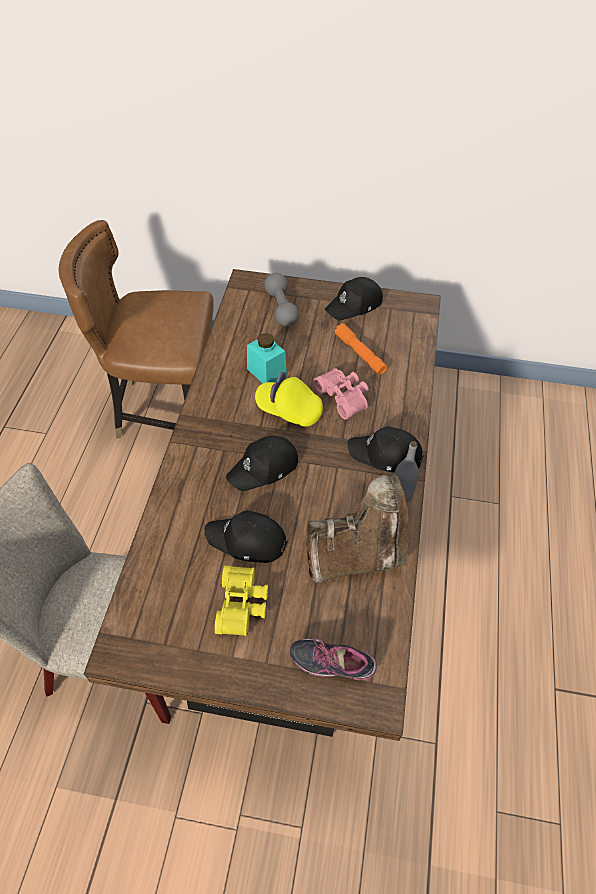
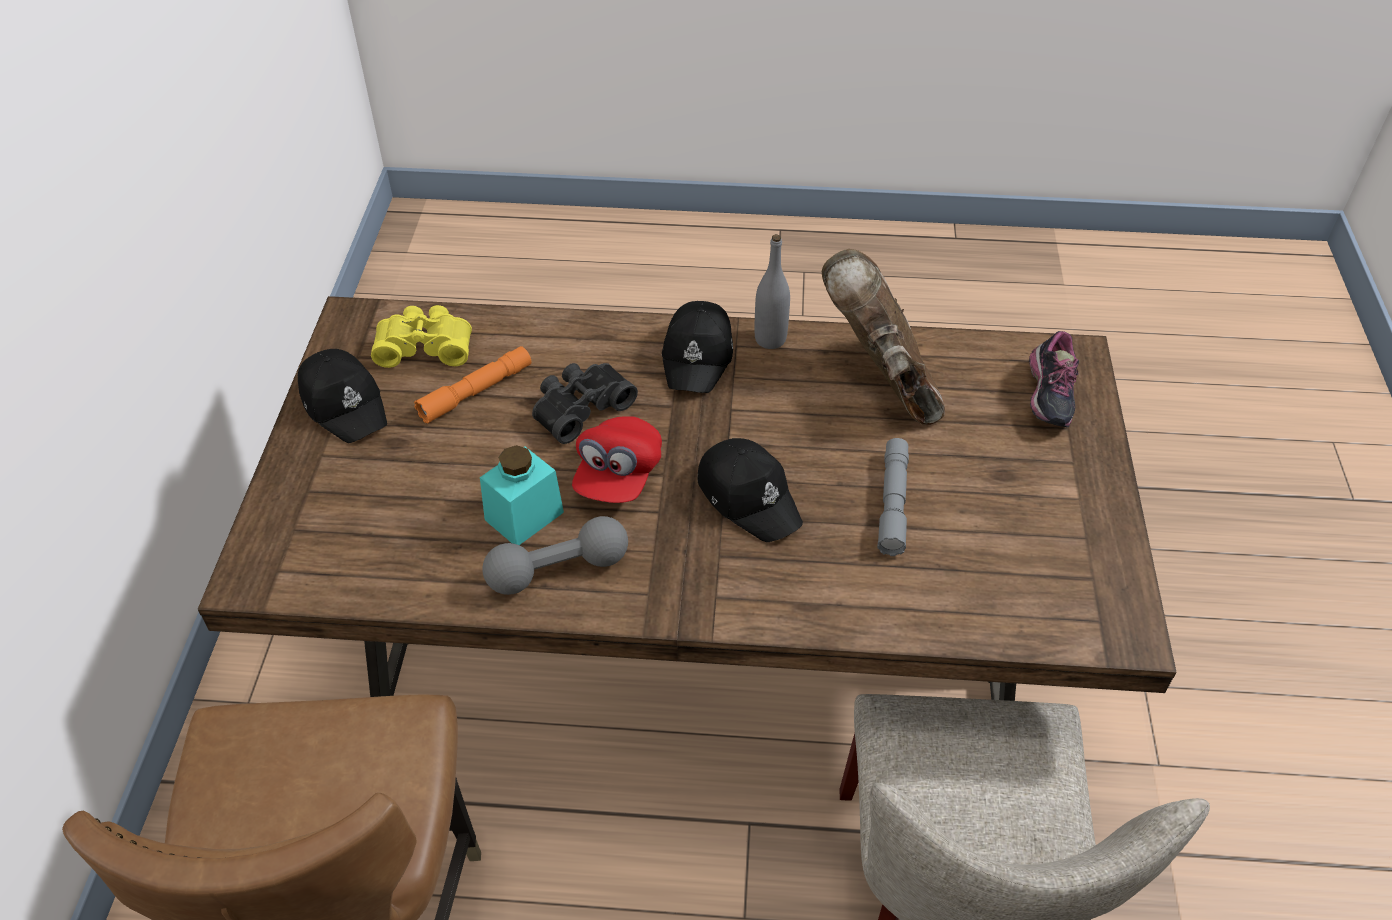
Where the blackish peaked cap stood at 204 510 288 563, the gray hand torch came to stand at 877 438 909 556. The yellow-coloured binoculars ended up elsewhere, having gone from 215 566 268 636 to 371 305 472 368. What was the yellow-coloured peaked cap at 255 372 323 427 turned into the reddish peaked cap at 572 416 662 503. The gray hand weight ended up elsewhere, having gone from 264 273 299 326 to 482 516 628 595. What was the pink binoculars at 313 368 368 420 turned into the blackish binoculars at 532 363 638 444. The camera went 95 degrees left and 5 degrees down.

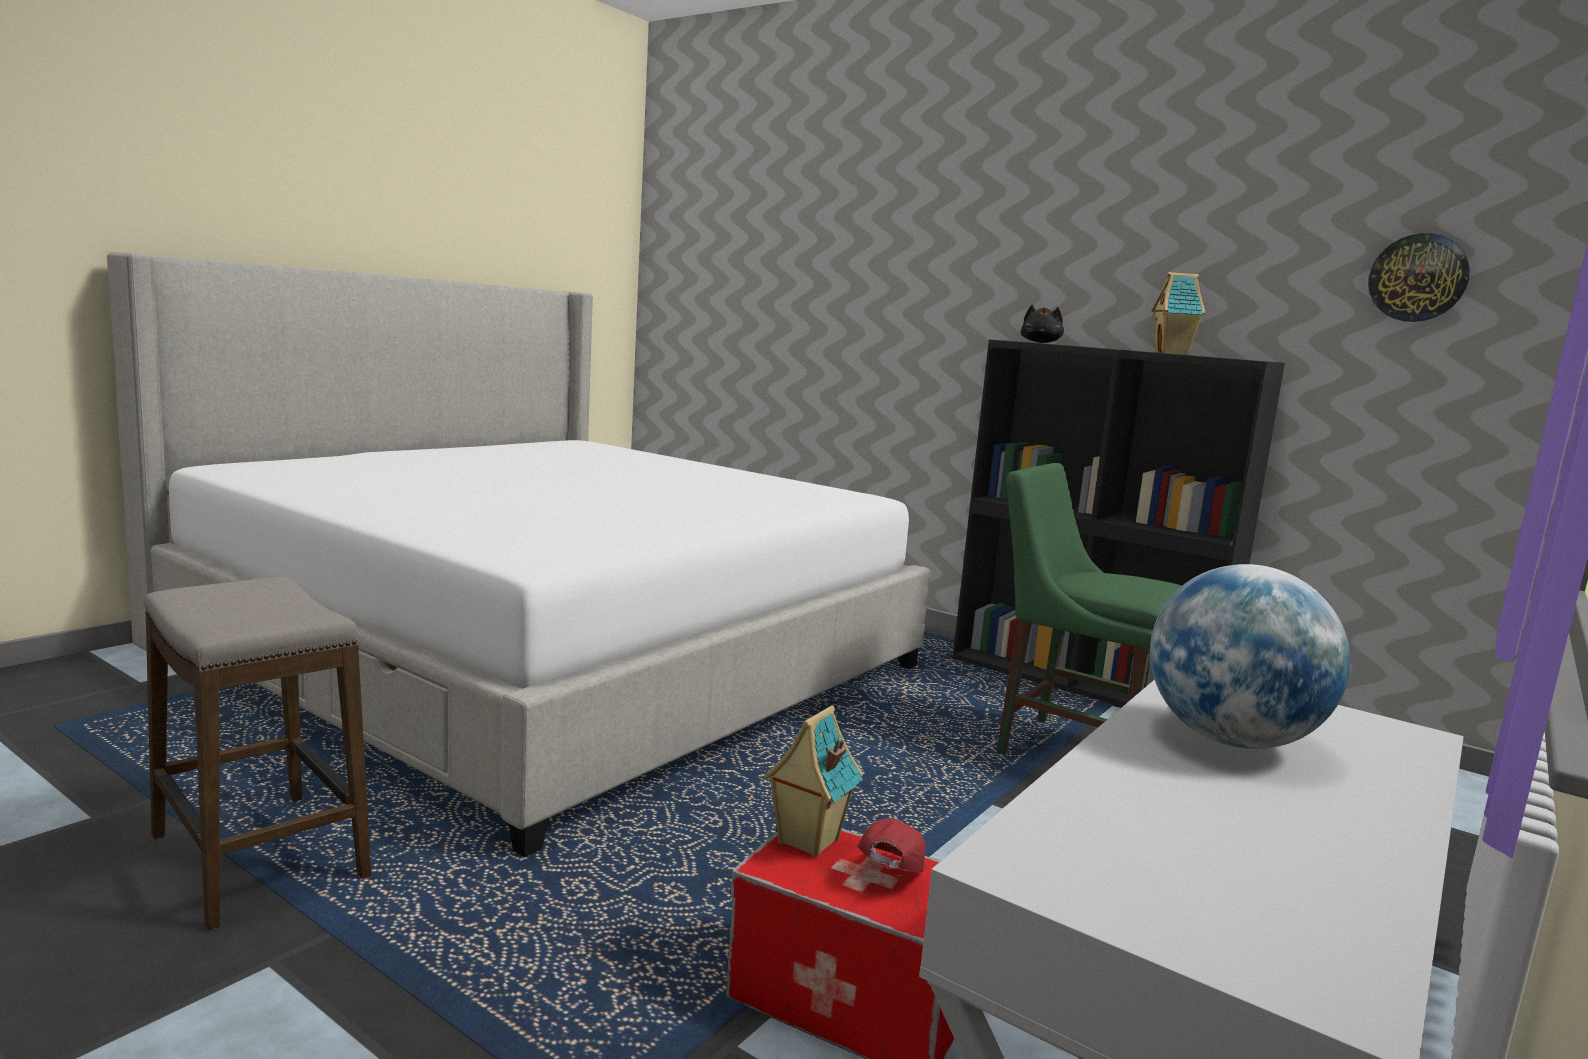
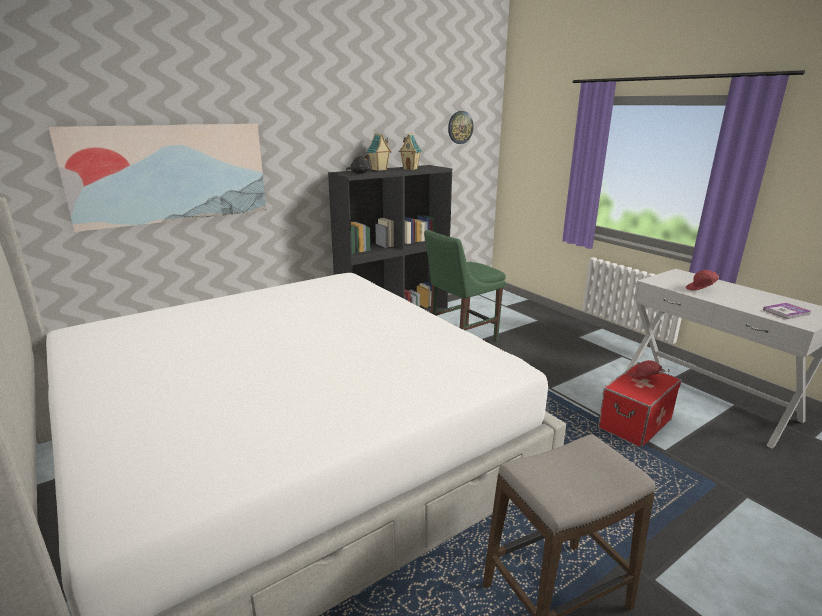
The toy house ended up elsewhere, having gone from 764 705 863 858 to 366 133 392 171. Where the globe stood at 1150 564 1350 749, the reddish peaked cap came to stand at 685 270 721 291. The second view gained the wall picture at 48 124 267 232. The second view gained the volume at 763 303 811 319. The camera went 70 degrees left and 10 degrees up.

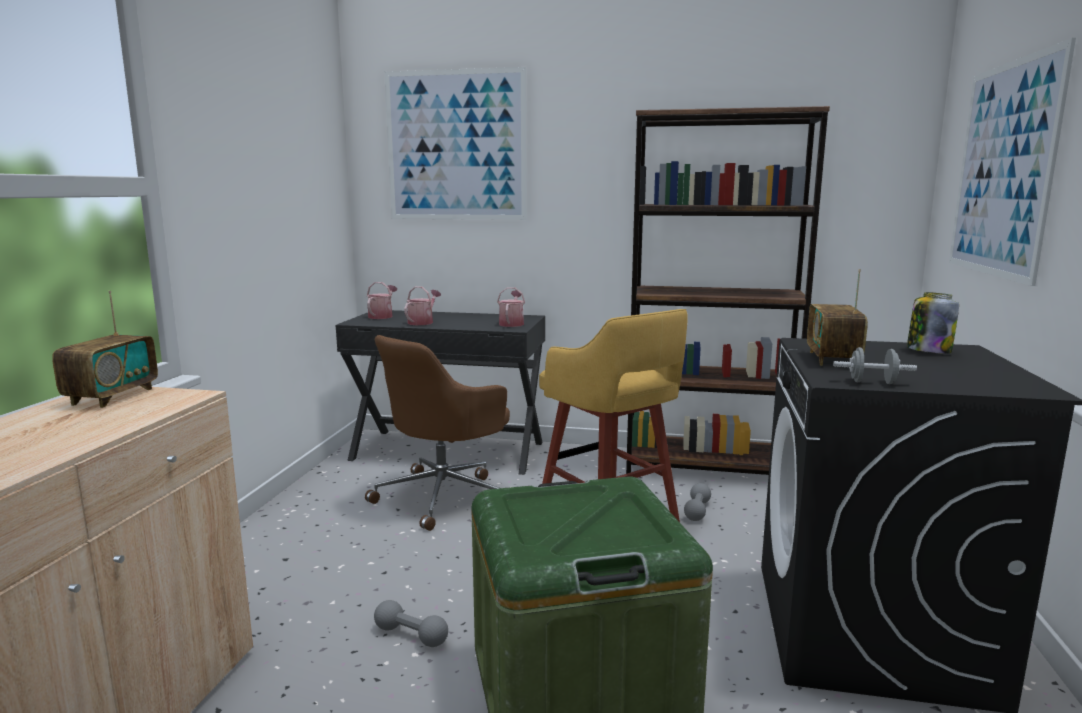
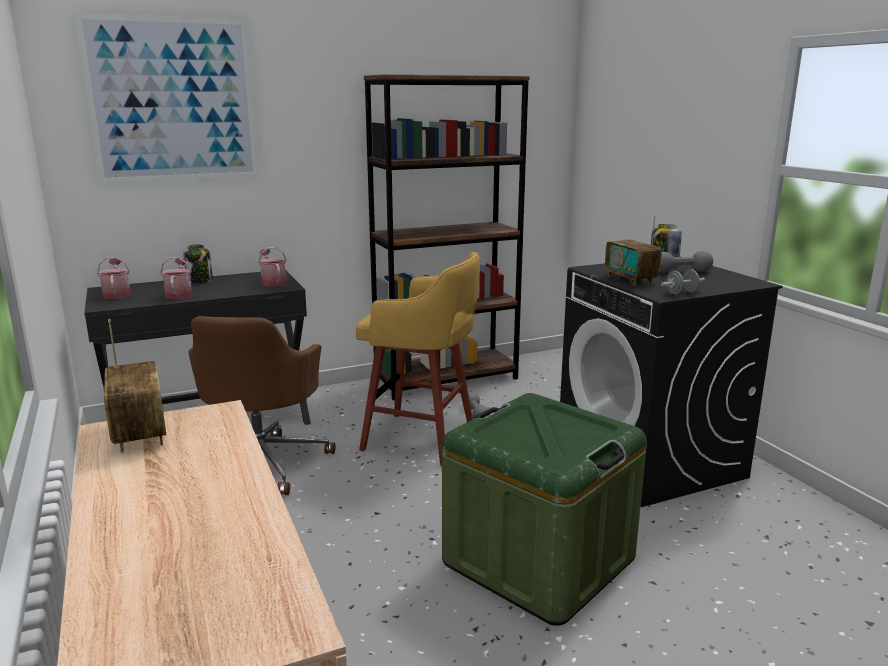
The gray hand weight ended up elsewhere, having gone from 374 600 448 647 to 660 251 713 273. The second view lost the wall picture at 949 38 1076 286. The second view gained the preserve jar at 183 244 213 284. The camera went 35 degrees left and 5 degrees up.

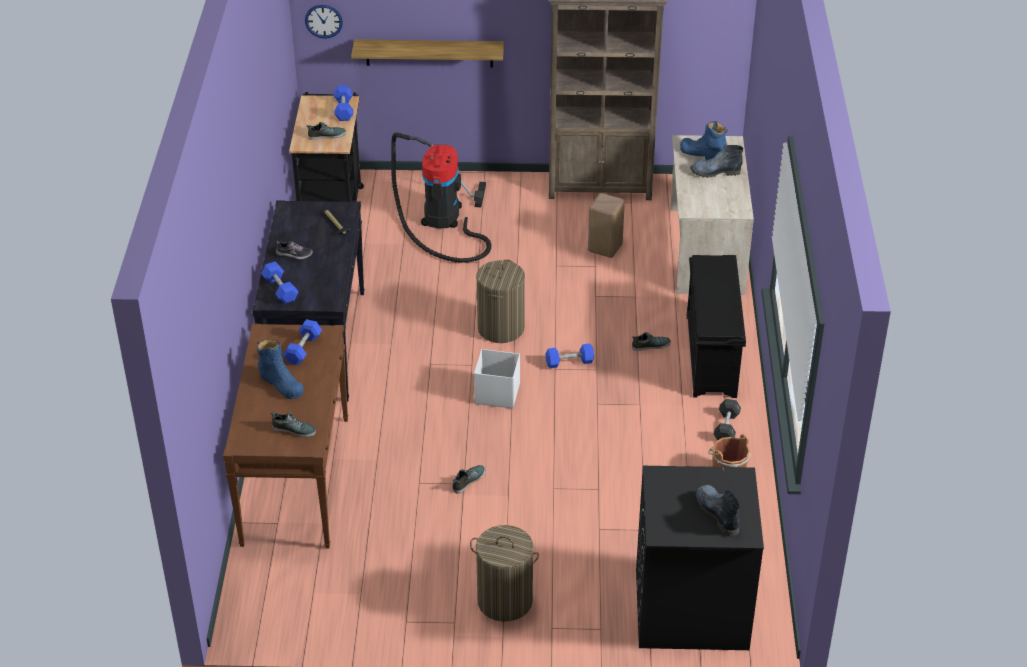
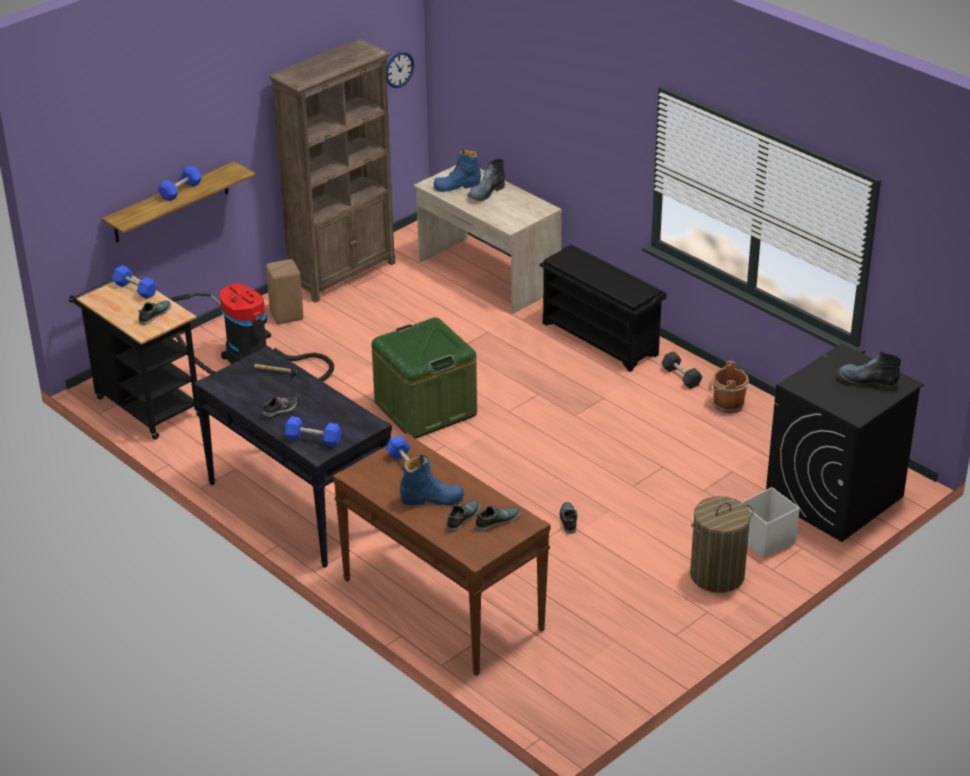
The clock on the wall ended up elsewhere, having gone from 305 5 343 38 to 386 52 414 88. The white-coloured storage container ended up elsewhere, having gone from 474 349 520 409 to 742 487 800 558. Where the laundry basket stood at 476 259 525 343, the greenish storage container came to stand at 371 317 477 438. The bluish hand weight ended up elsewhere, having gone from 546 343 594 368 to 158 166 202 201. The beige sitting stool ended up elsewhere, having gone from 588 193 625 258 to 266 259 304 324. The low shoe ended up elsewhere, having gone from 632 332 671 351 to 447 500 480 532. The camera went 45 degrees left and 5 degrees down.

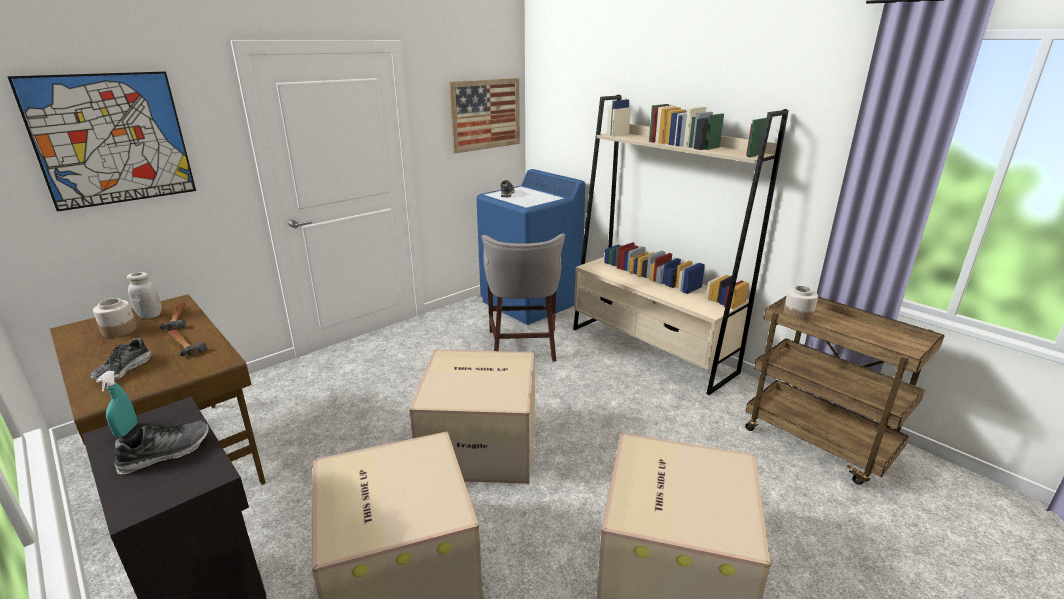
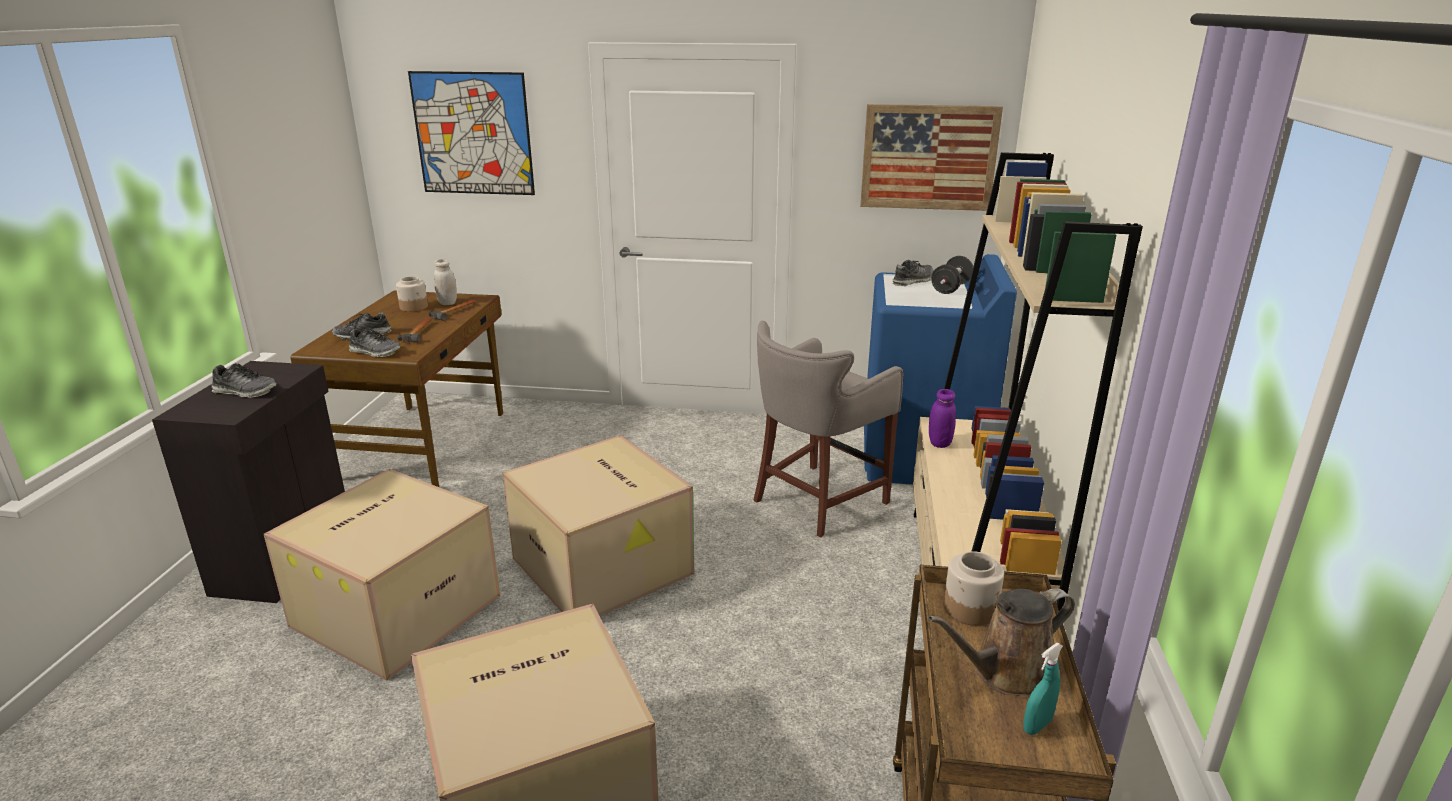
The blue-green sprayer ended up elsewhere, having gone from 96 371 137 438 to 1023 643 1063 735. The second view gained the low shoe at 349 328 401 357. The second view gained the brownish watering pot at 928 588 1075 696. The second view gained the purple preserve jar at 929 389 956 448. The second view gained the blackish hand weight at 931 256 973 294. The camera went 50 degrees right and 0 degrees up.

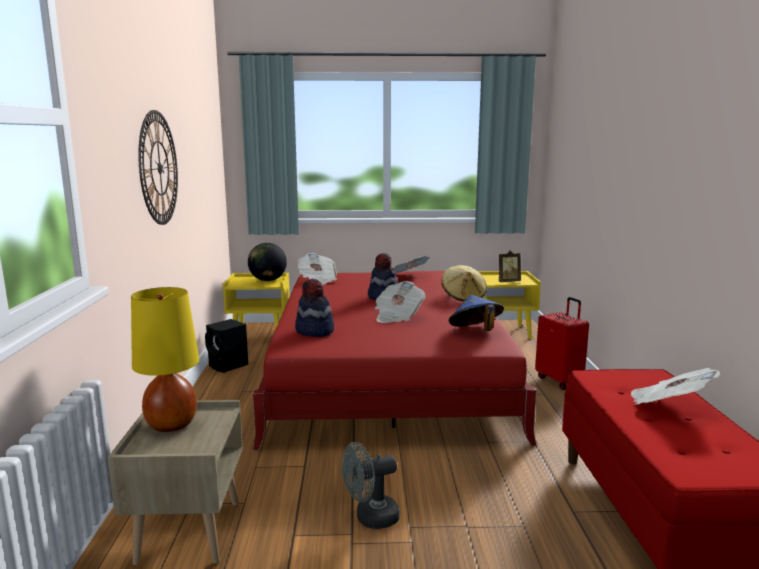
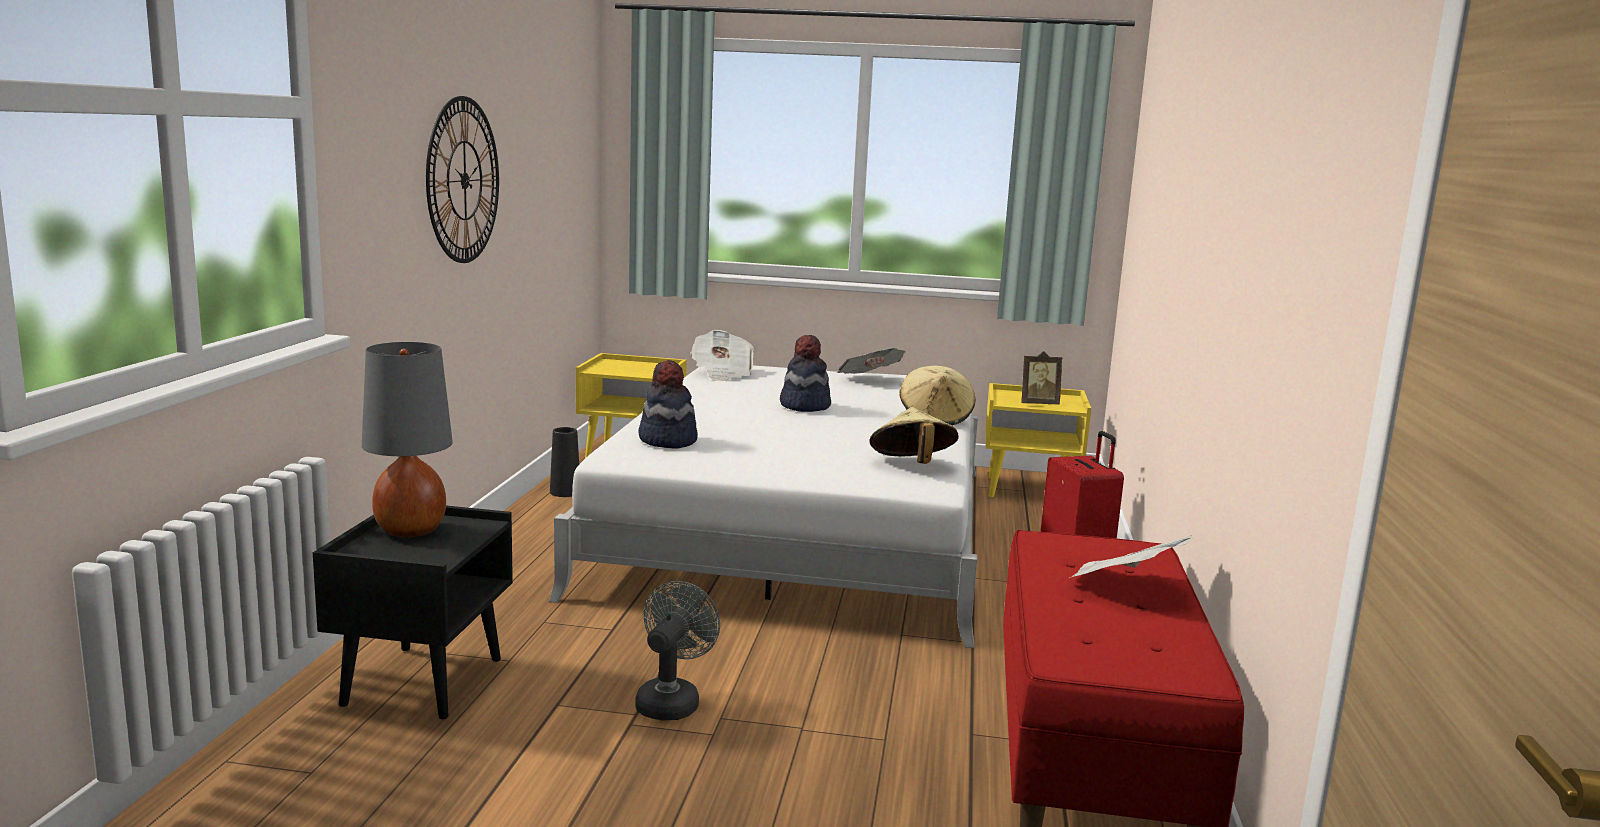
What was the beige bedside table at 107 400 243 565 turned into the blackish bedside table at 313 505 513 719. What was the yellow-coloured tabletop lamp at 131 287 199 432 turned into the gray tabletop lamp at 362 342 453 537. Where the blackish speaker stood at 205 319 248 373, the blackish flower vase came to stand at 550 427 579 497. The second view lost the globe at 248 243 287 281. What was the reddish sleeping bed at 252 271 537 450 turned into the white-coloured sleeping bed at 549 366 978 648. The gray electric fan at 342 442 400 529 ended up facing another way, 120 degrees clockwise from before. The second view lost the daily paper at 375 281 426 323. What was the bluish hat at 448 295 504 331 turned into the beige hat at 869 407 959 464. The camera went 10 degrees right and 0 degrees up.

